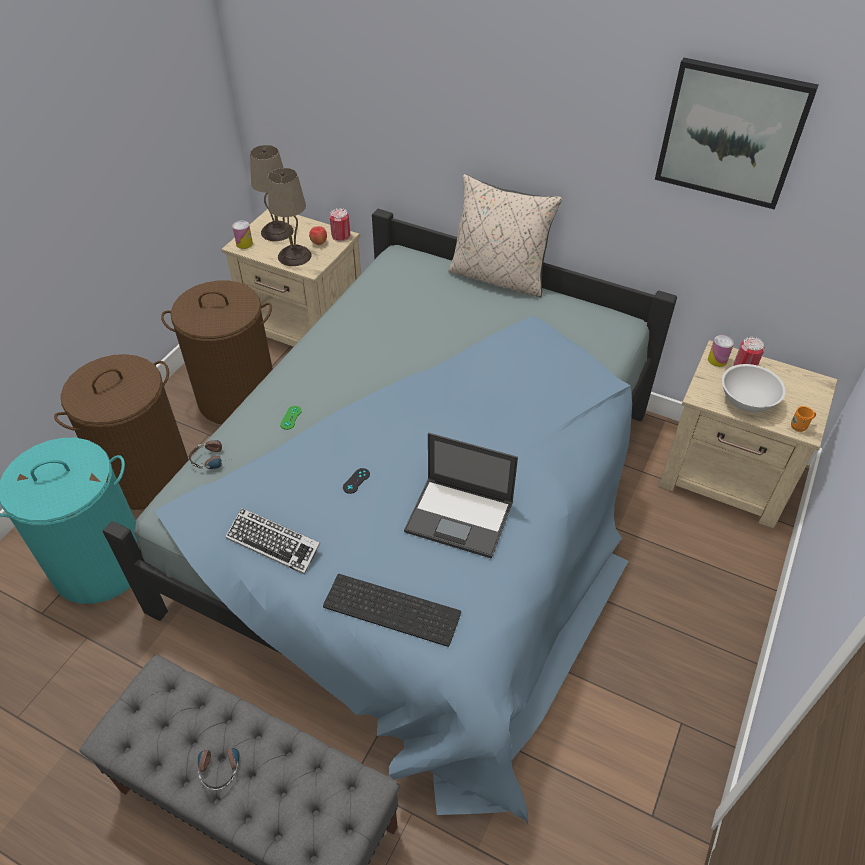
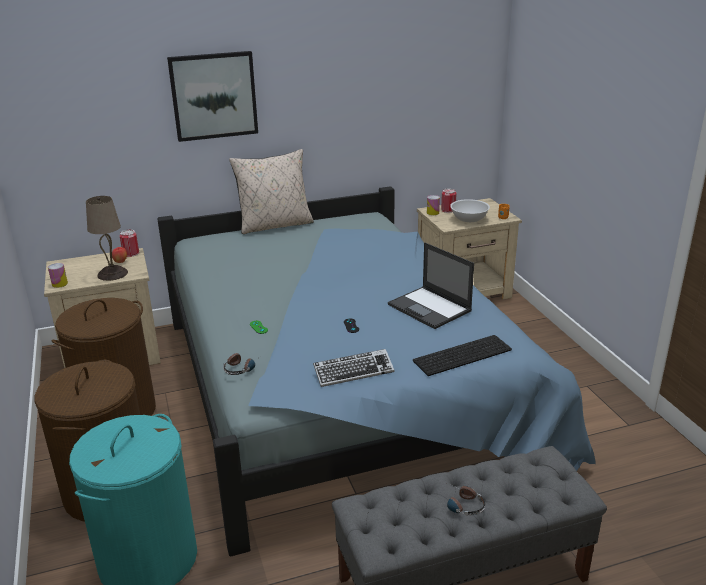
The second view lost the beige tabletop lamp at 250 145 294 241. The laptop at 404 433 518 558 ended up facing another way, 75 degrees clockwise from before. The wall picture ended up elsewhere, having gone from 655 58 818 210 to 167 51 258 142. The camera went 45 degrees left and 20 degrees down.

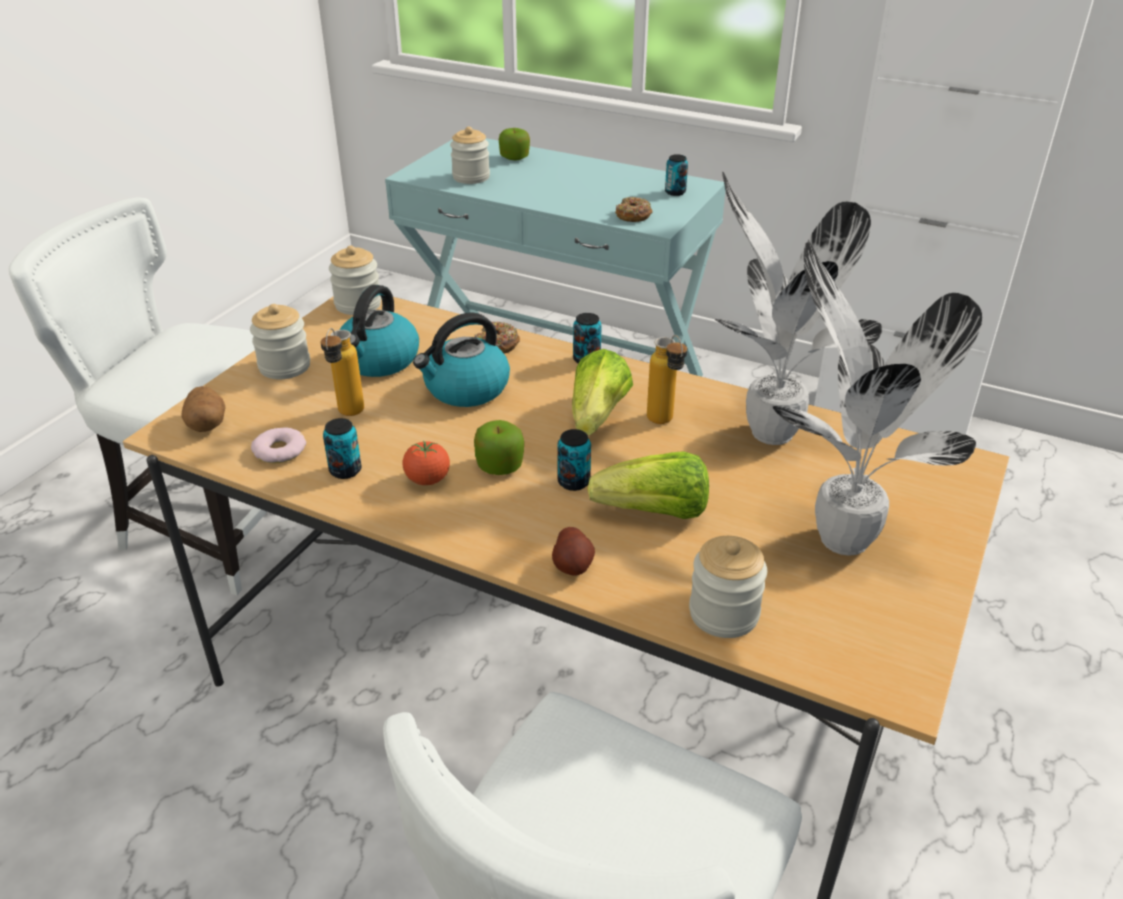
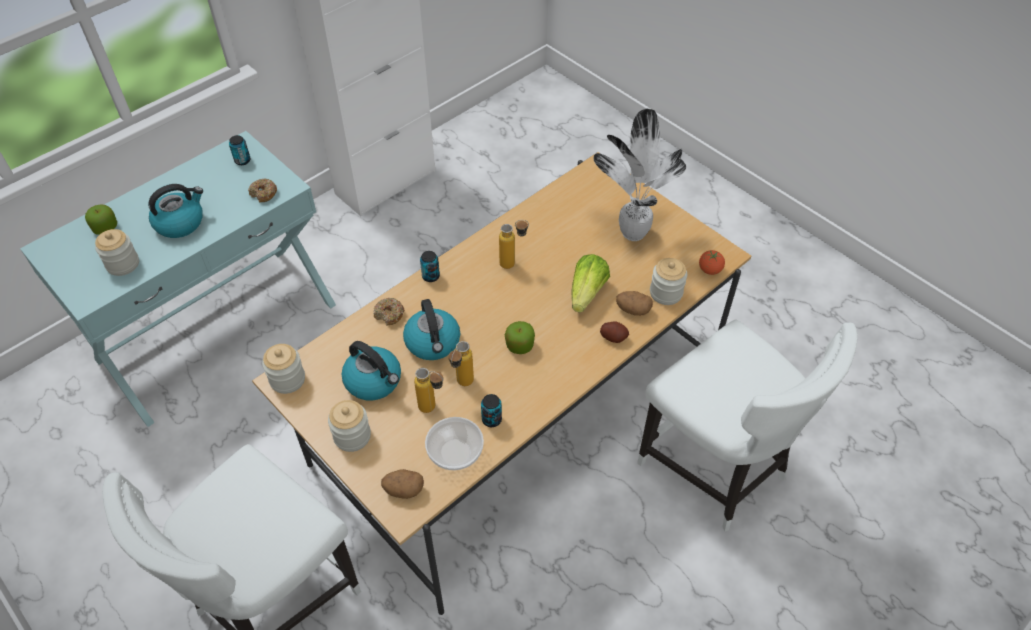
Where the ring doughnut stood at 251 427 306 463, the bowl came to stand at 425 417 484 470. The fresh tomato ended up elsewhere, having gone from 403 440 450 485 to 699 250 725 275. The second view lost the can at 557 429 591 491. The second view lost the lettuce head at 572 349 633 435. The second view lost the plant in a pot at 714 171 882 445. The second view gained the water kettle at 148 184 203 238. The second view gained the beverage bottle at 448 341 474 386. The second view gained the spud at 616 291 653 316. The camera went 70 degrees left and 15 degrees up.

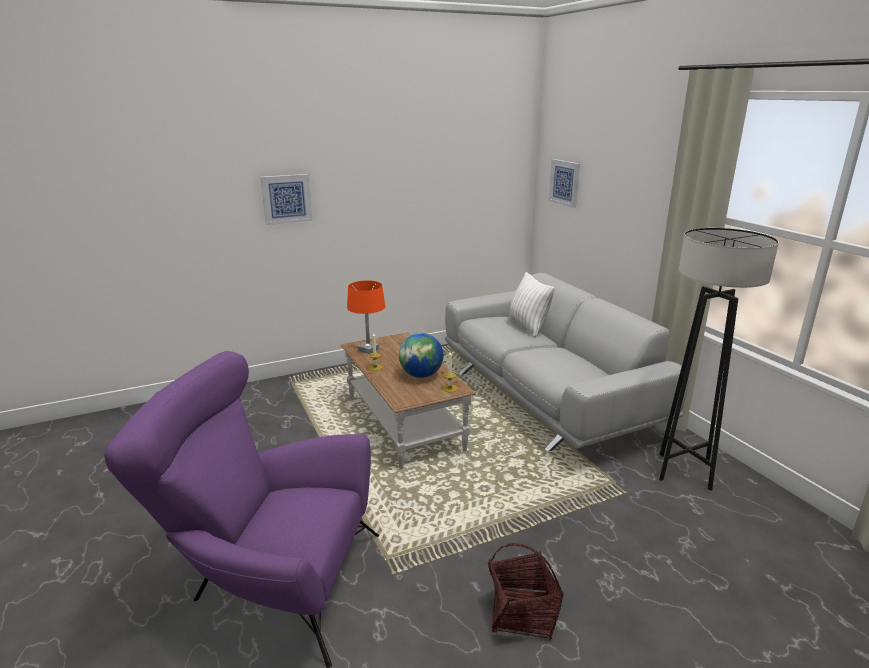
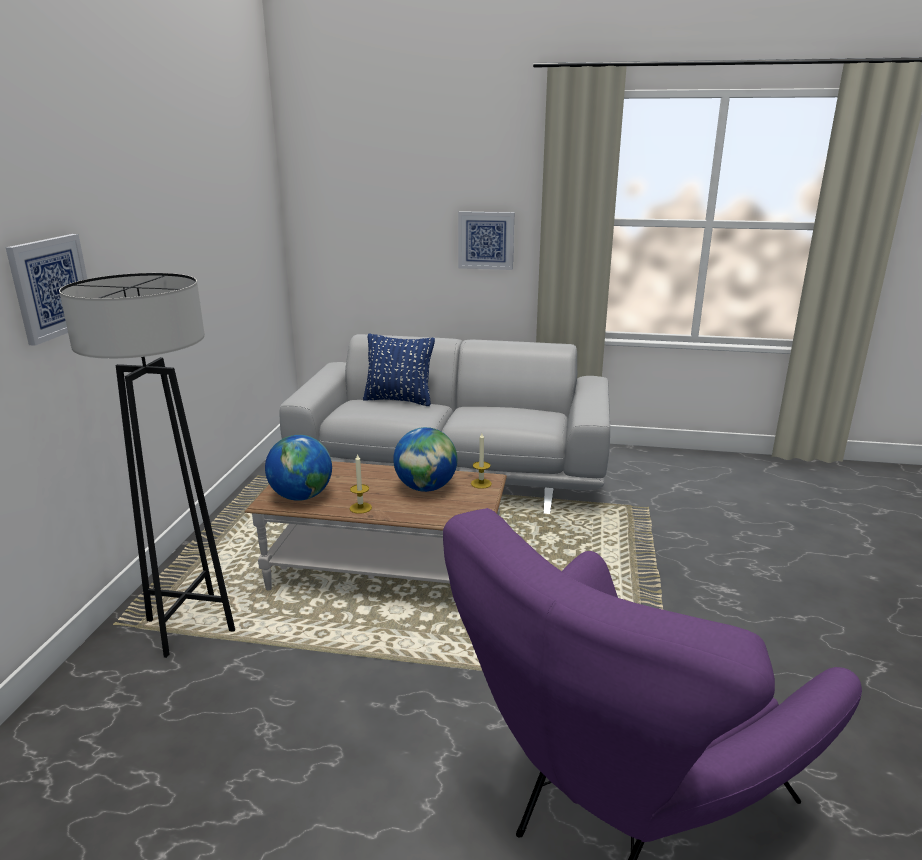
Where the orange-coloured tabletop lamp stood at 347 280 385 354, the globe came to stand at 265 435 332 501. The second view lost the basket at 488 543 564 640. What was the white-coloured cushion at 508 272 555 338 turned into the bluish cushion at 363 334 435 406. The wall picture ended up elsewhere, having gone from 548 159 580 208 to 458 211 514 270. The gray standard lamp ended up elsewhere, having gone from 659 228 779 491 to 59 273 235 658. The camera went 55 degrees left and 0 degrees up.

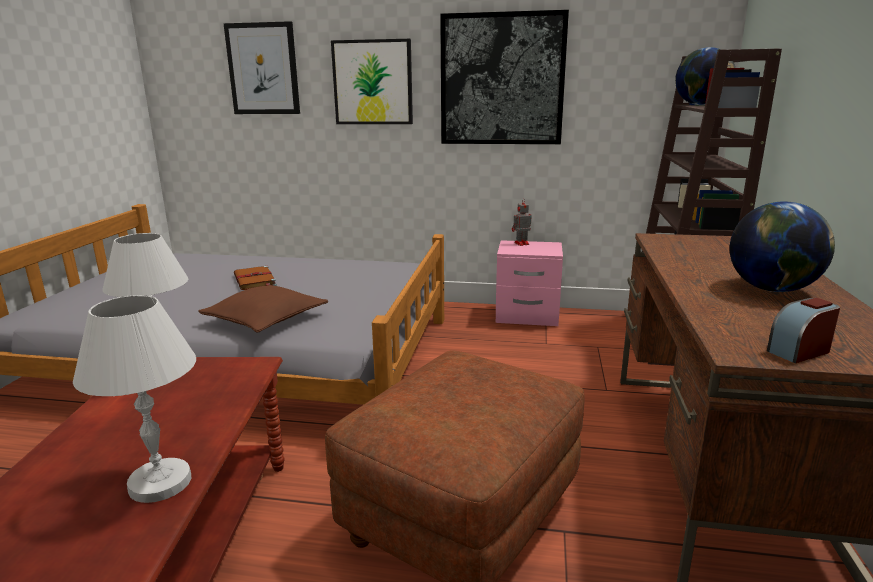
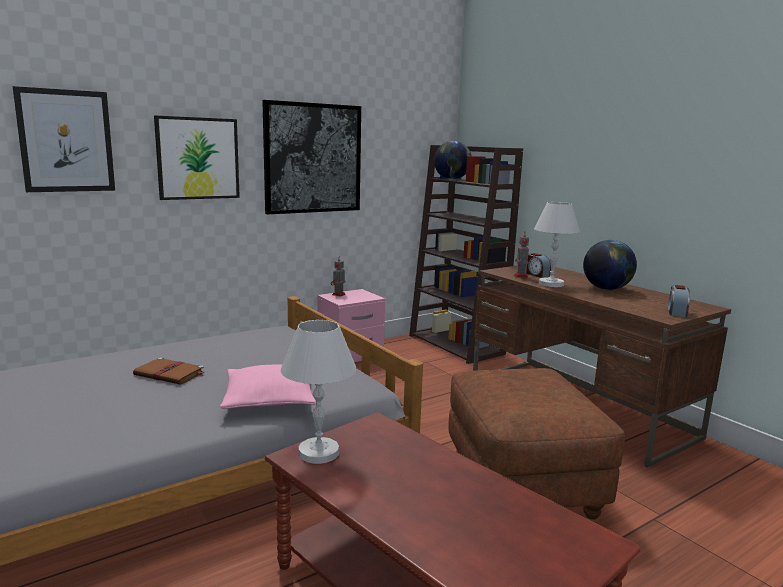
The white-coloured tabletop lamp ended up elsewhere, having gone from 73 295 196 503 to 534 202 580 287. What was the brownish cushion at 199 285 328 333 turned into the pink cushion at 220 364 316 409. The second view gained the robot figure at 514 235 529 278. The second view gained the bedside clock at 526 253 551 278. The camera went 45 degrees left and 5 degrees down.

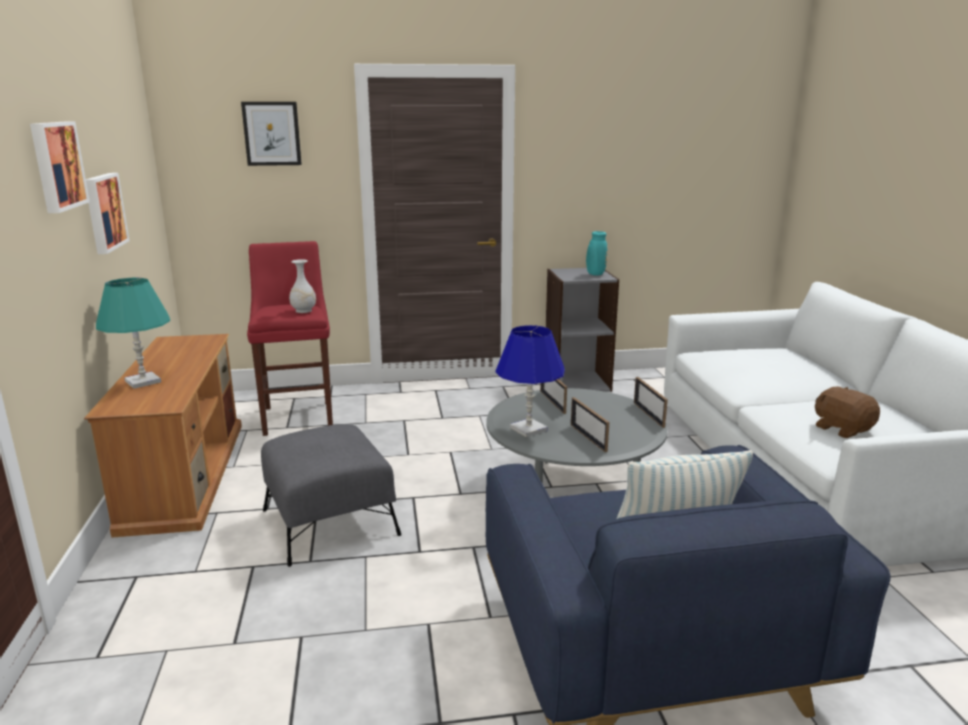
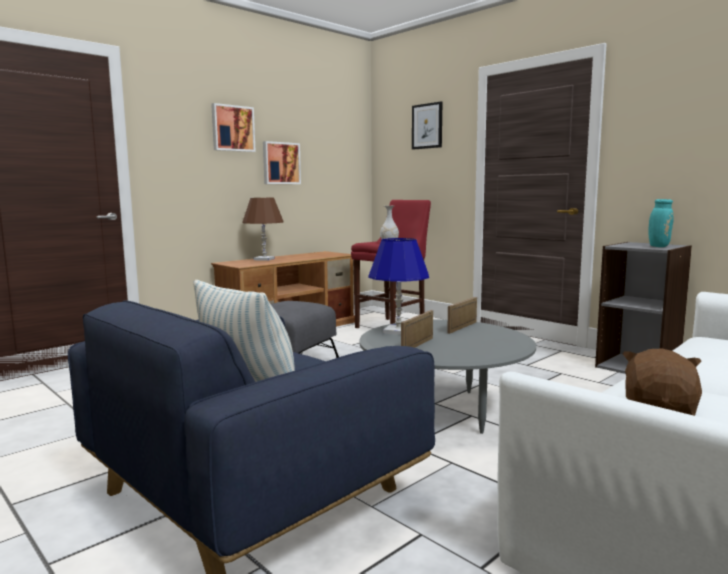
What was the blue-green tabletop lamp at 96 278 170 389 turned into the brownish tabletop lamp at 242 198 283 261. The second view lost the standing frame at 634 377 668 428. The camera went 55 degrees right and 10 degrees down.

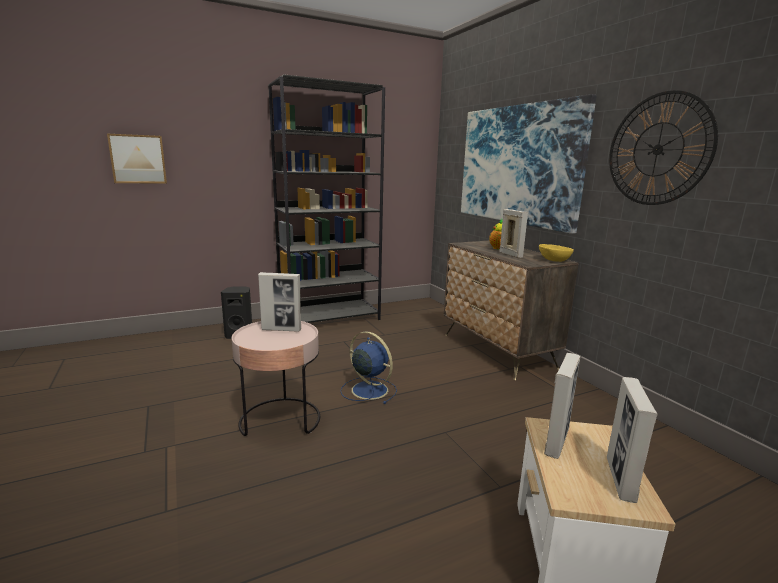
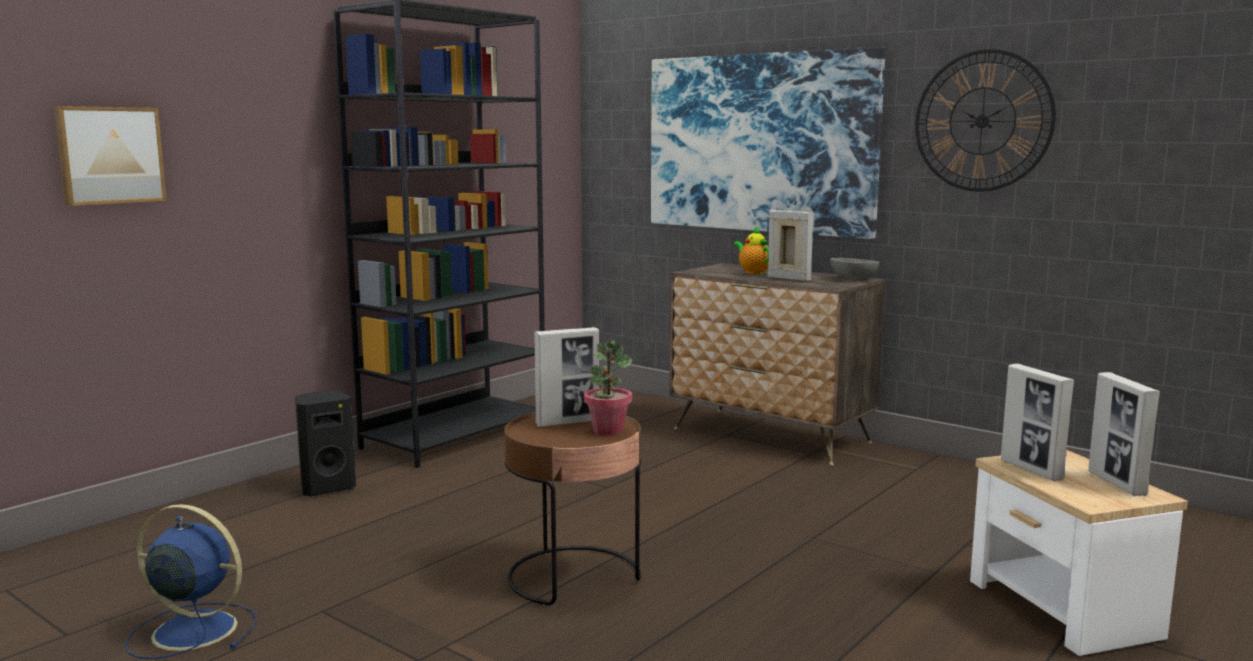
What was the pink accent table at 232 321 320 436 turned into the brownish accent table at 504 412 641 605. The bluish electric fan ended up elsewhere, having gone from 340 331 397 404 to 125 504 257 659. What was the yellow-coloured bowl at 539 244 574 262 turned into the gray bowl at 830 258 879 280. The standing frame at 544 353 580 459 ended up facing another way, 150 degrees clockwise from before. The second view gained the plant in a pot at 584 341 632 435. The camera went 25 degrees left and 5 degrees down.

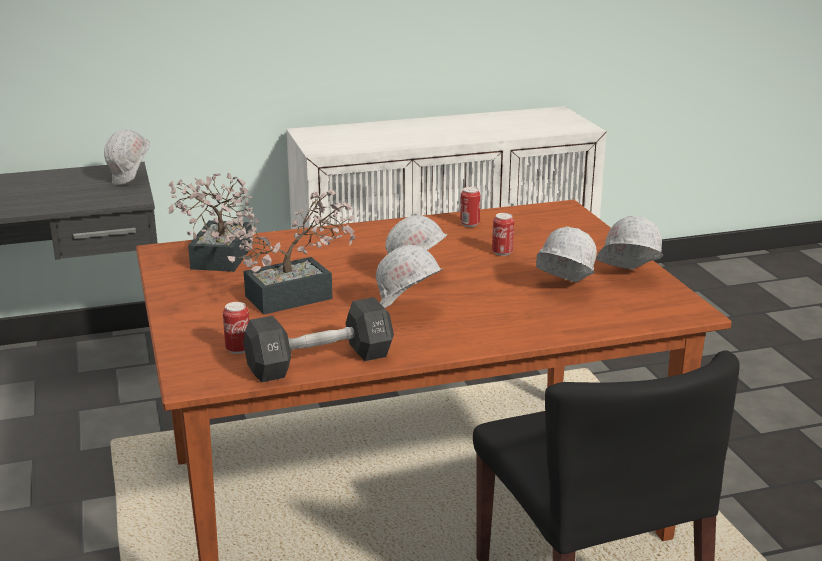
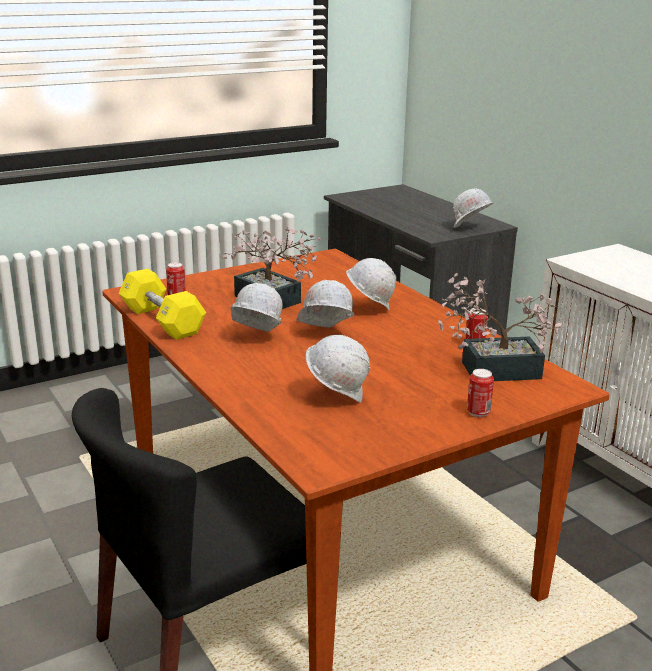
The plant in a pot ended up elsewhere, having gone from 168 173 254 272 to 438 273 562 381. What was the blackish hand weight at 243 297 394 382 turned into the yellow-coloured hand weight at 118 268 206 340. The can ended up elsewhere, having gone from 492 213 514 256 to 467 369 494 417. The white-coloured hard hat ended up elsewhere, having gone from 596 216 663 270 to 346 258 397 311. The camera went 75 degrees right and 0 degrees up.

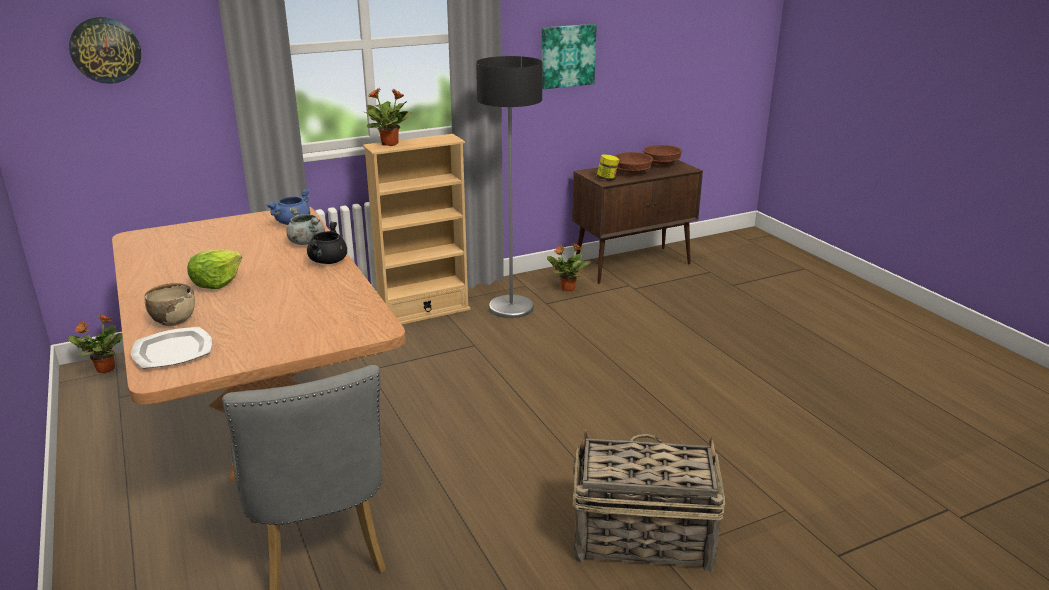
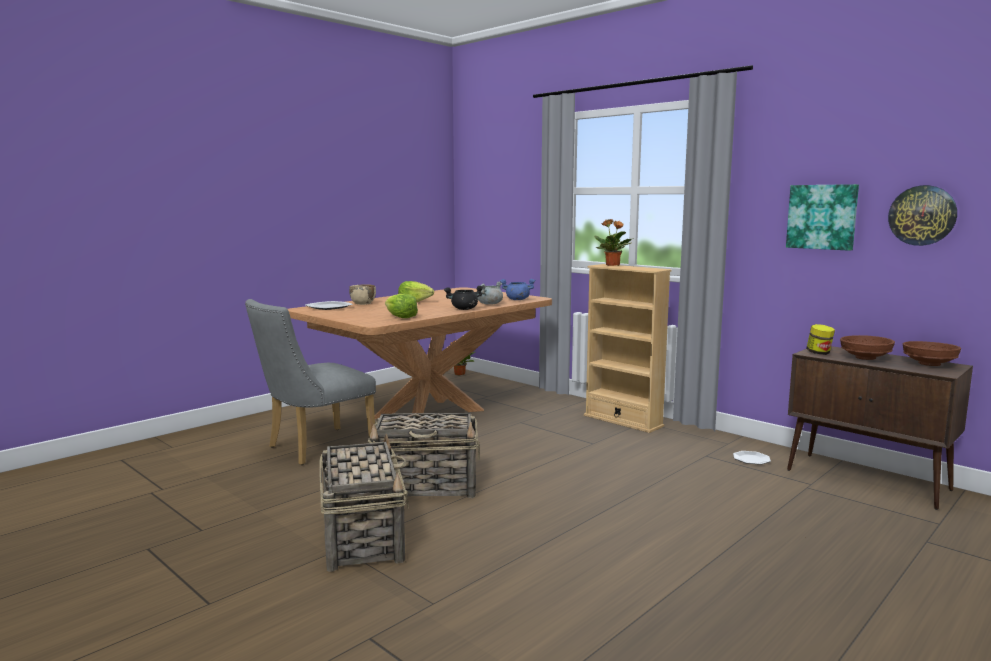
The clock on the wall ended up elsewhere, having gone from 69 17 141 84 to 888 185 957 246. The second view lost the standard lamp at 476 56 543 318. Where the plant in a pot stood at 547 243 590 292, the plate came to stand at 733 451 771 465. The second view gained the basket at 368 413 480 498. The second view gained the lettuce head at 385 294 418 318. The camera went 70 degrees right and 15 degrees down.

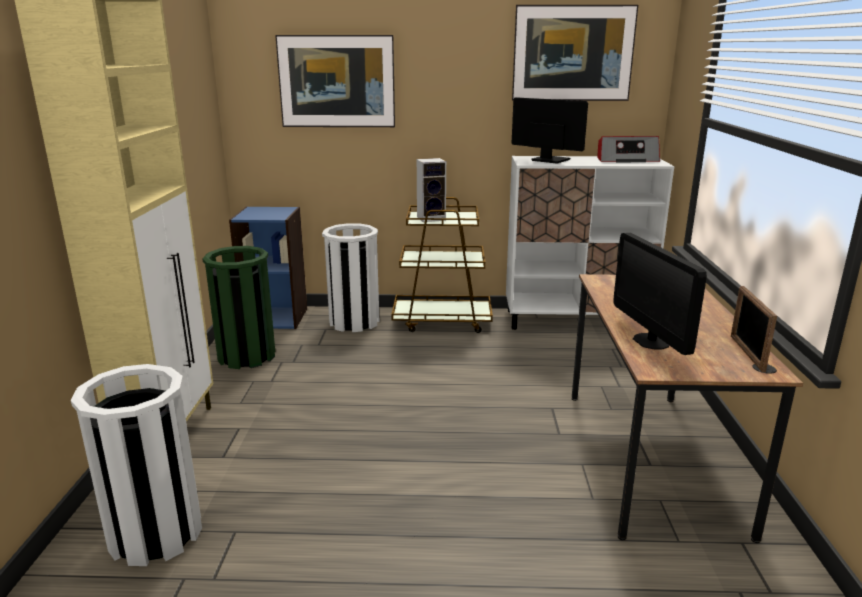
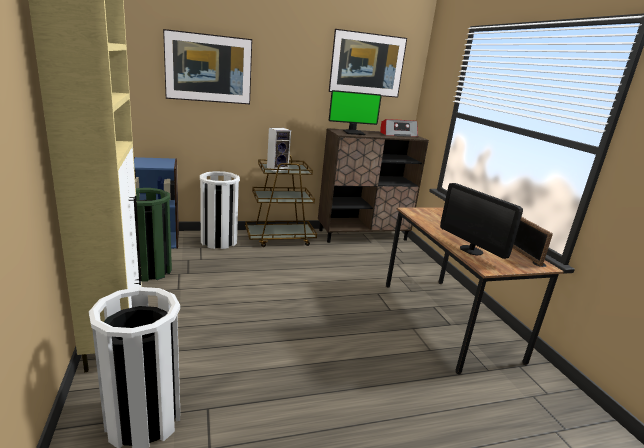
What was the white-coloured cabinet at 506 156 674 330 turned into the brownish cabinet at 318 128 429 243. The monitor at 512 97 588 164 ended up facing another way, 150 degrees clockwise from before. The camera went 20 degrees left and 0 degrees up.

